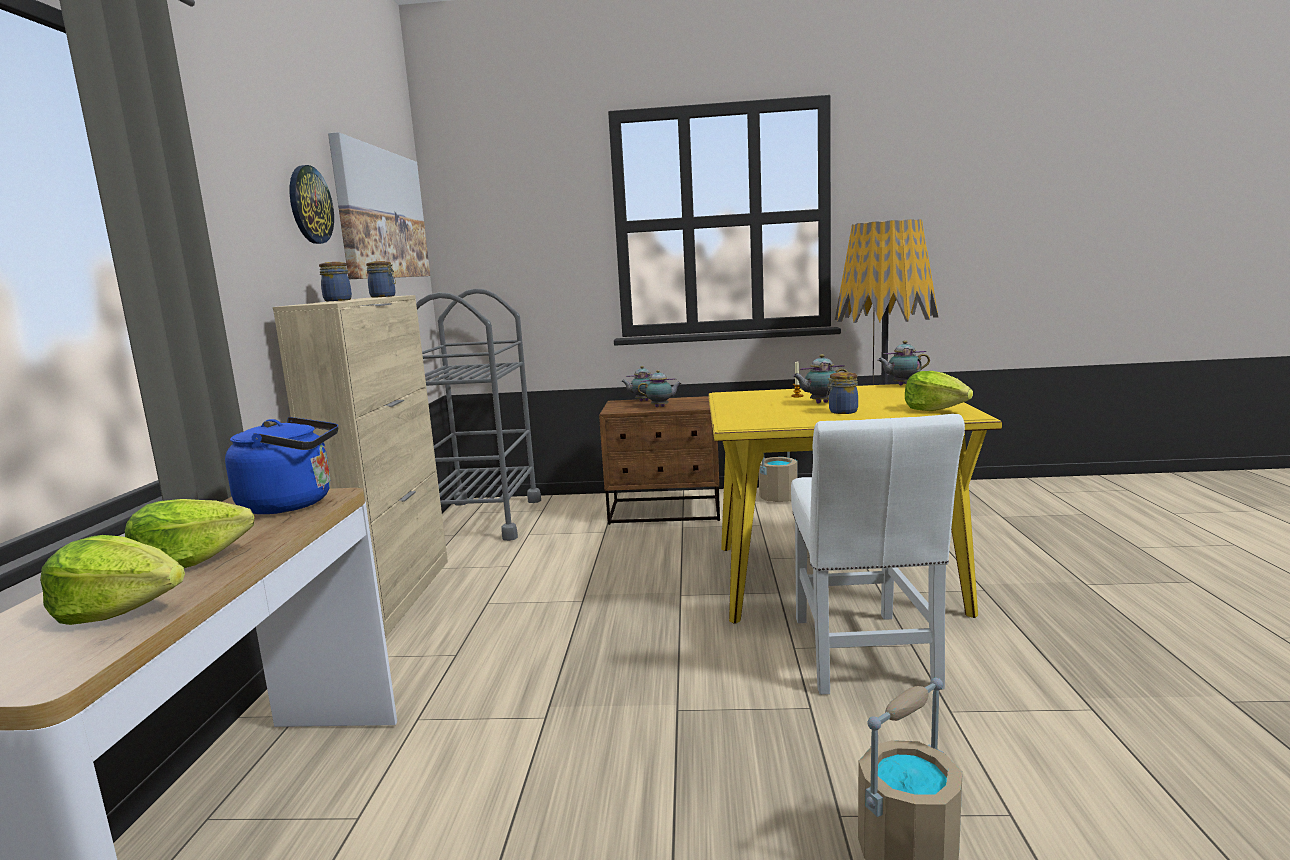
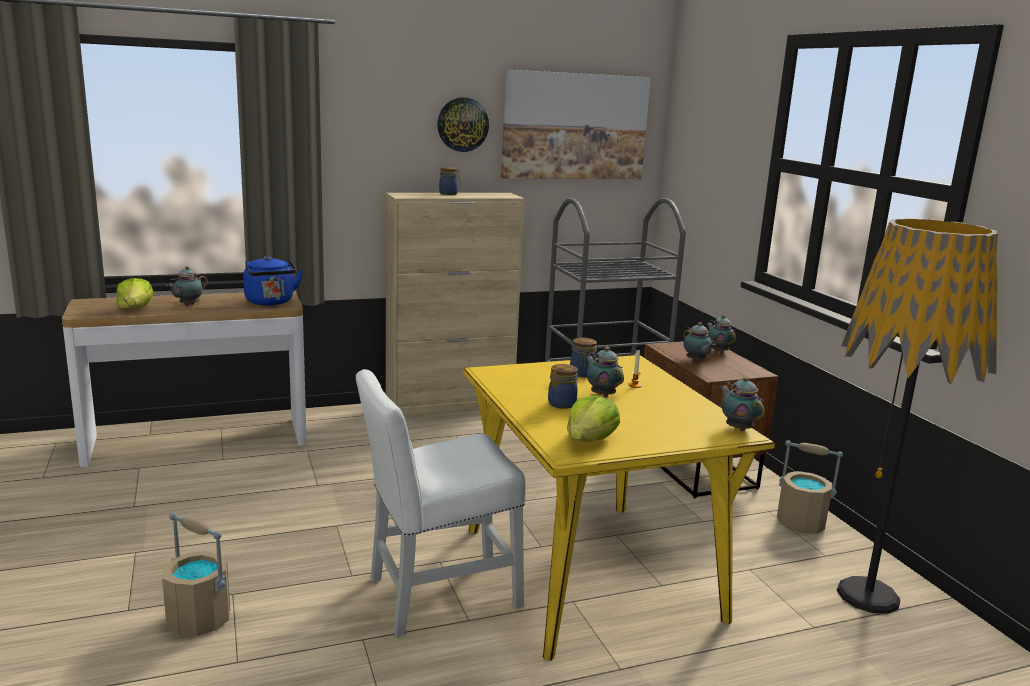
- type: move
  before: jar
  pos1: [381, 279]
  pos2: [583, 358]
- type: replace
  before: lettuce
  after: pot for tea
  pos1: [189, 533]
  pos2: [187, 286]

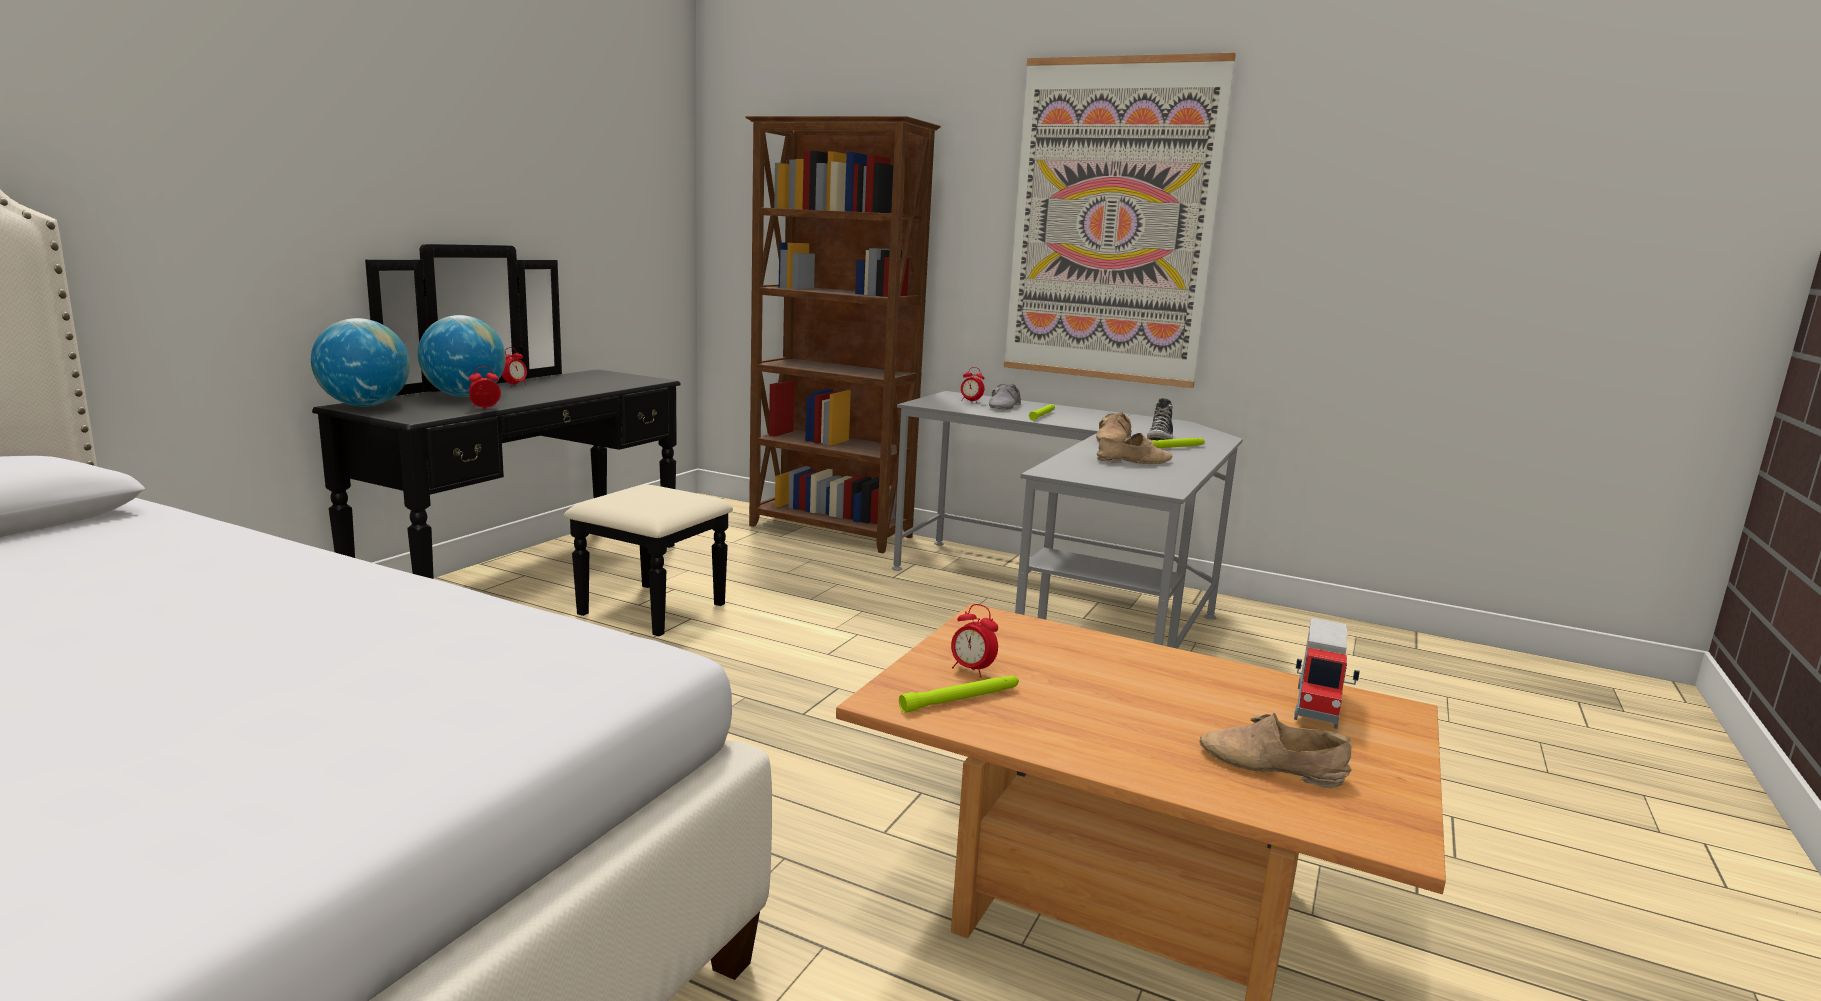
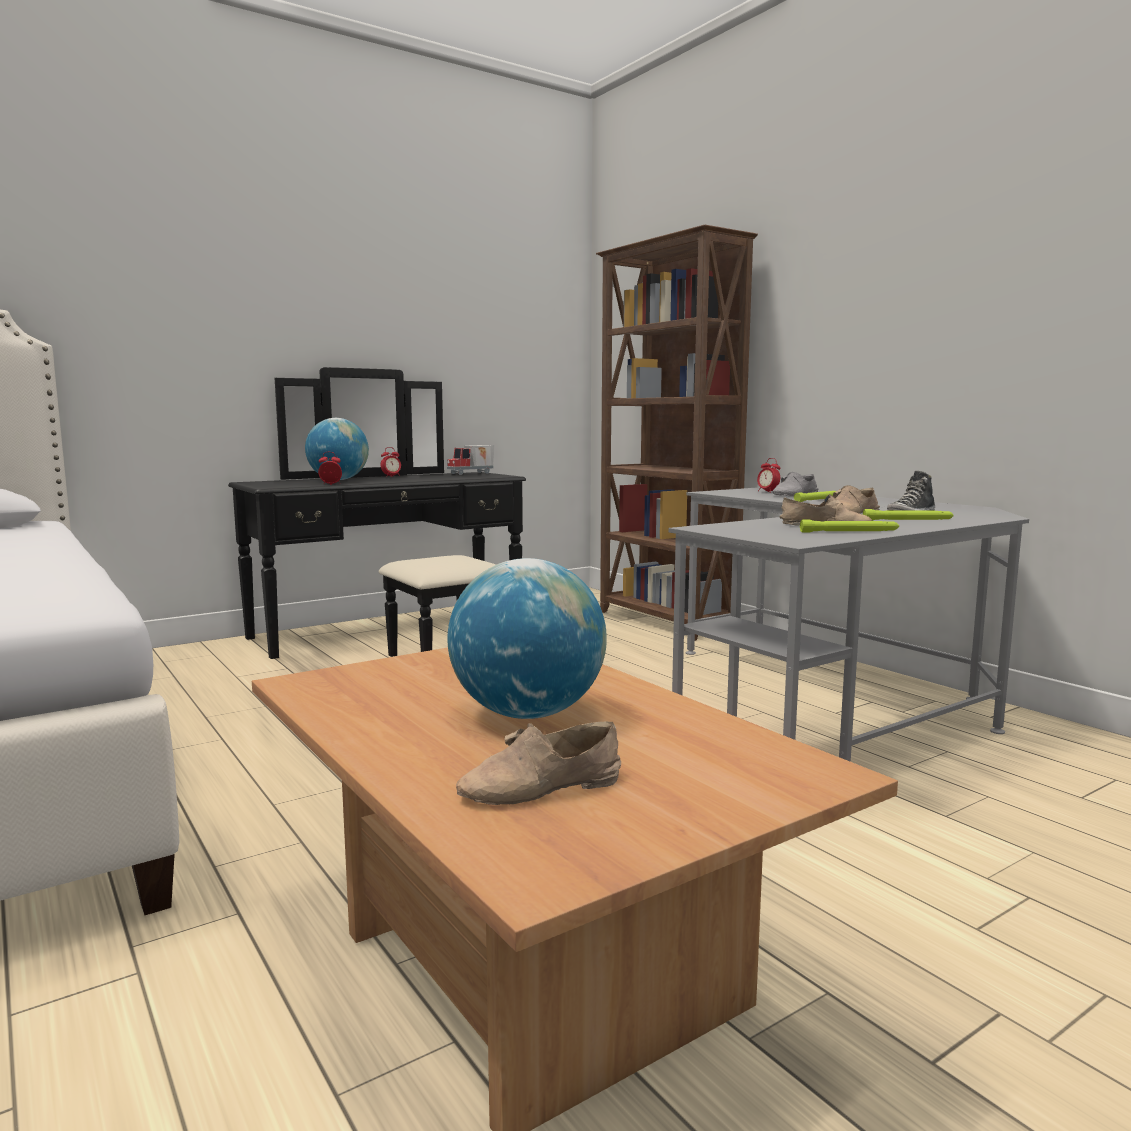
- type: delete
  before: wall art
  pos1: [1120, 220]
- type: move
  before: world globe
  pos1: [360, 362]
  pos2: [527, 638]
- type: delete
  before: alarm clock
  pos1: [974, 640]
- type: move
  before: model truck
  pos1: [1327, 673]
  pos2: [471, 460]
- type: move
  before: greenish flashlight
  pos1: [959, 694]
  pos2: [849, 526]
- type: rotate
  before: beige-coloured low shoe
  pos1: [1275, 750]
  pos2: [538, 763]
  turn: -75

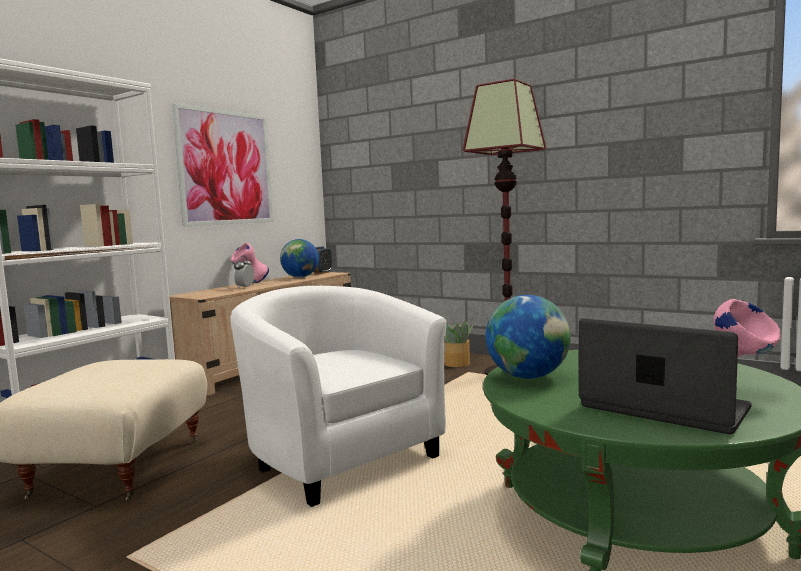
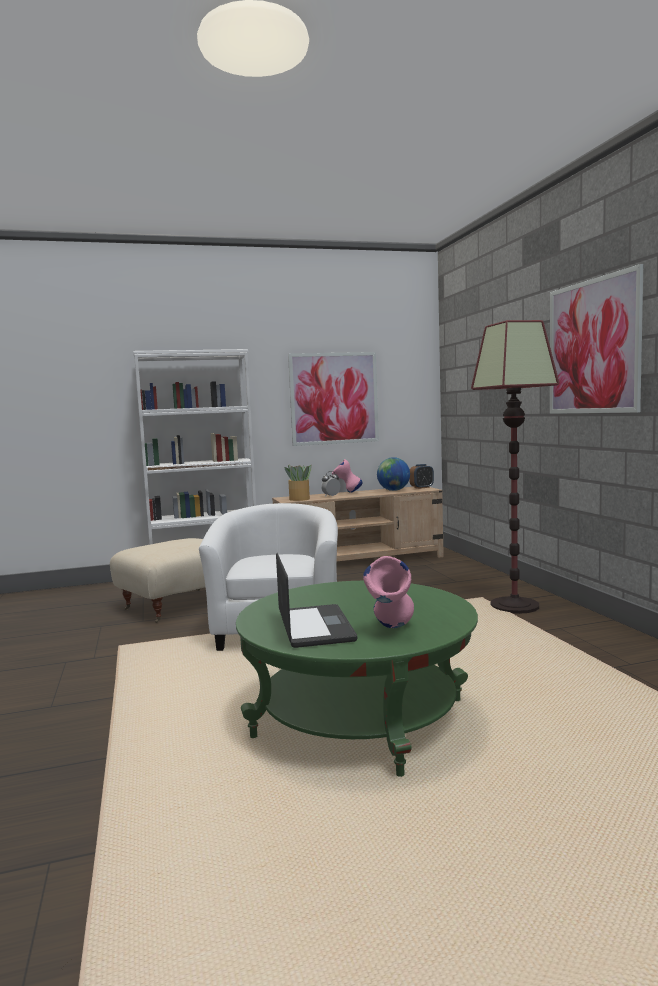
- type: delete
  before: world globe
  pos1: [528, 337]
- type: move
  before: plant in a pot
  pos1: [459, 344]
  pos2: [298, 482]
- type: insert
  after: wall art
  pos2: [596, 339]

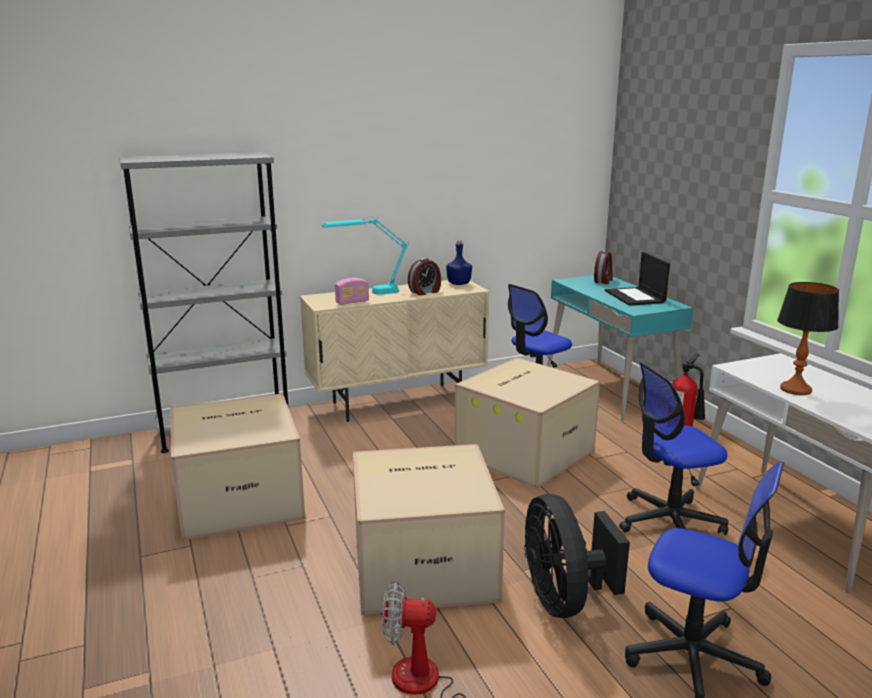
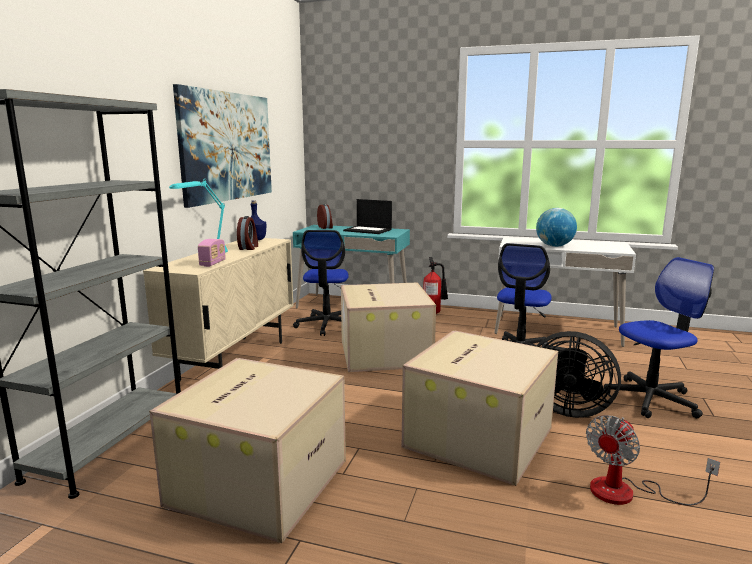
- type: replace
  before: table lamp
  after: world globe
  pos1: [808, 338]
  pos2: [556, 227]
- type: insert
  after: wall art
  pos2: [222, 146]

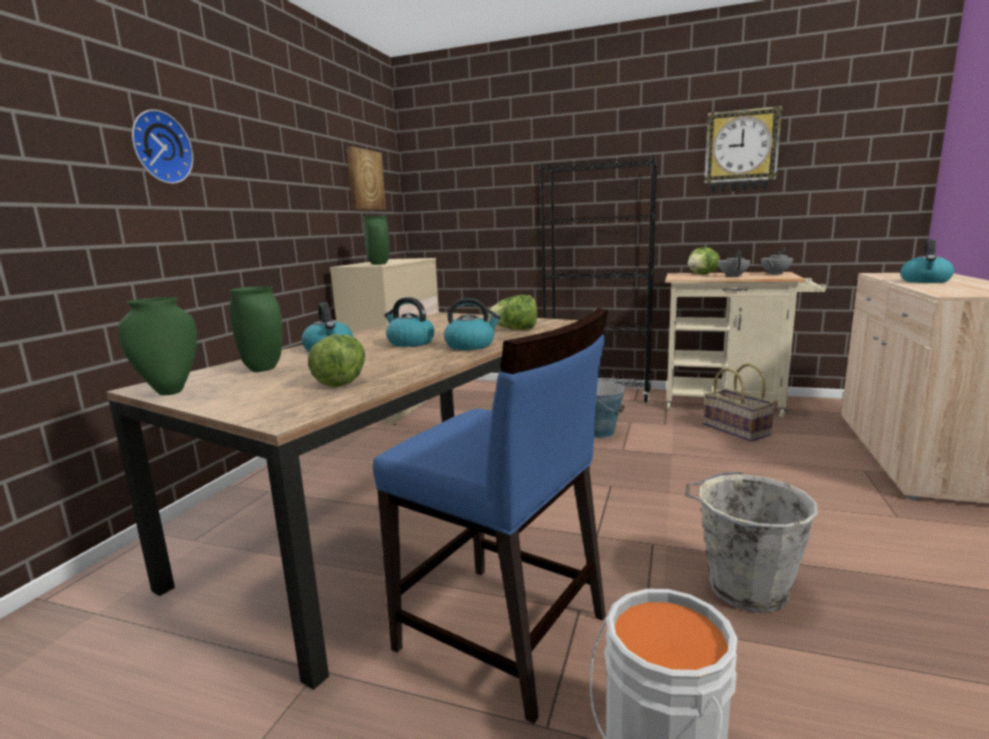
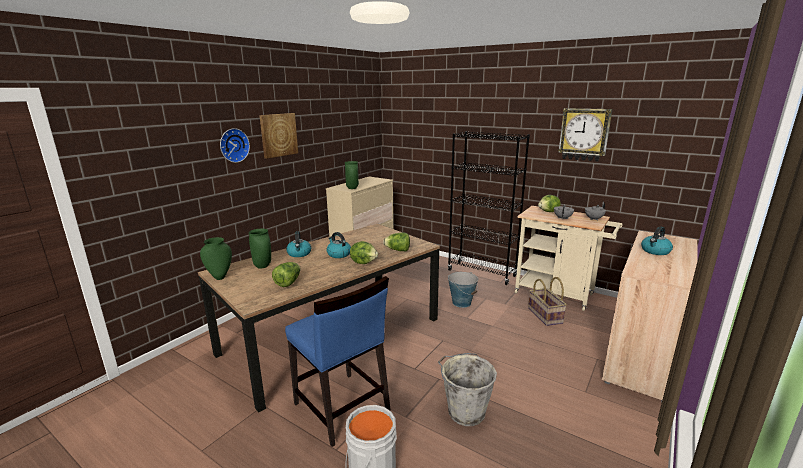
- type: move
  before: wall art
  pos1: [366, 178]
  pos2: [278, 136]
- type: replace
  before: water kettle
  after: lettuce
  pos1: [472, 324]
  pos2: [364, 252]

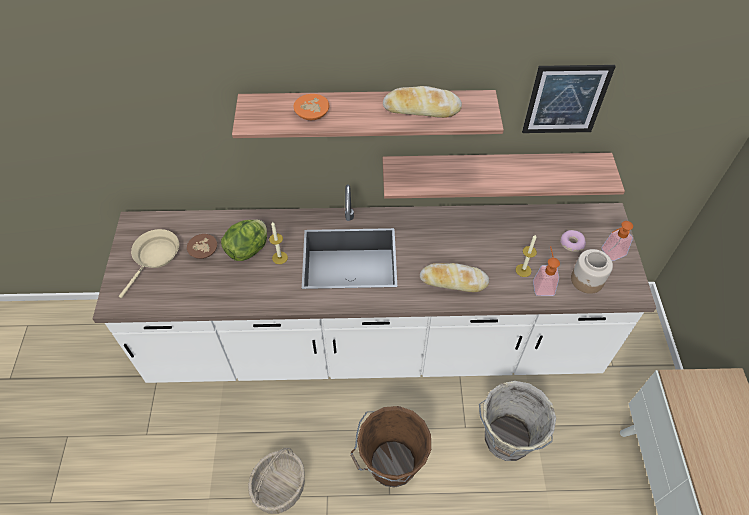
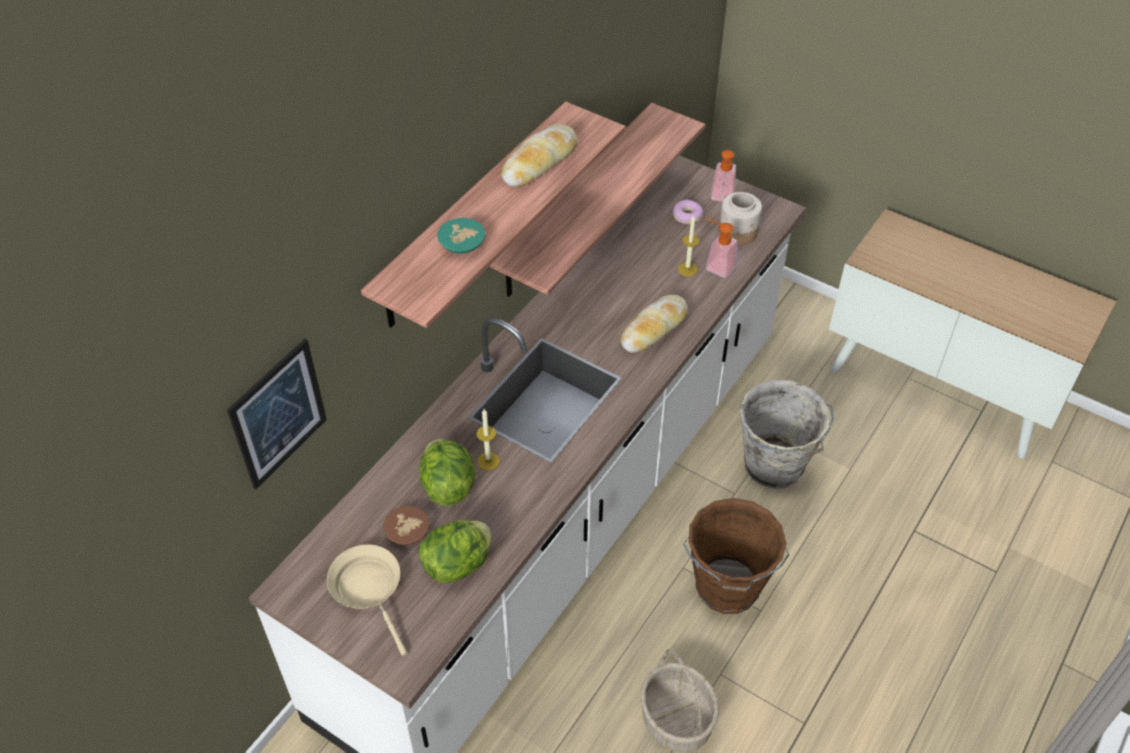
- type: move
  before: wall art
  pos1: [569, 99]
  pos2: [277, 414]
- type: recolor
  before: orange-coloured deep dish
  after: blue-green deep dish
  pos1: [311, 107]
  pos2: [461, 236]
- type: insert
  after: lettuce
  pos2: [454, 551]

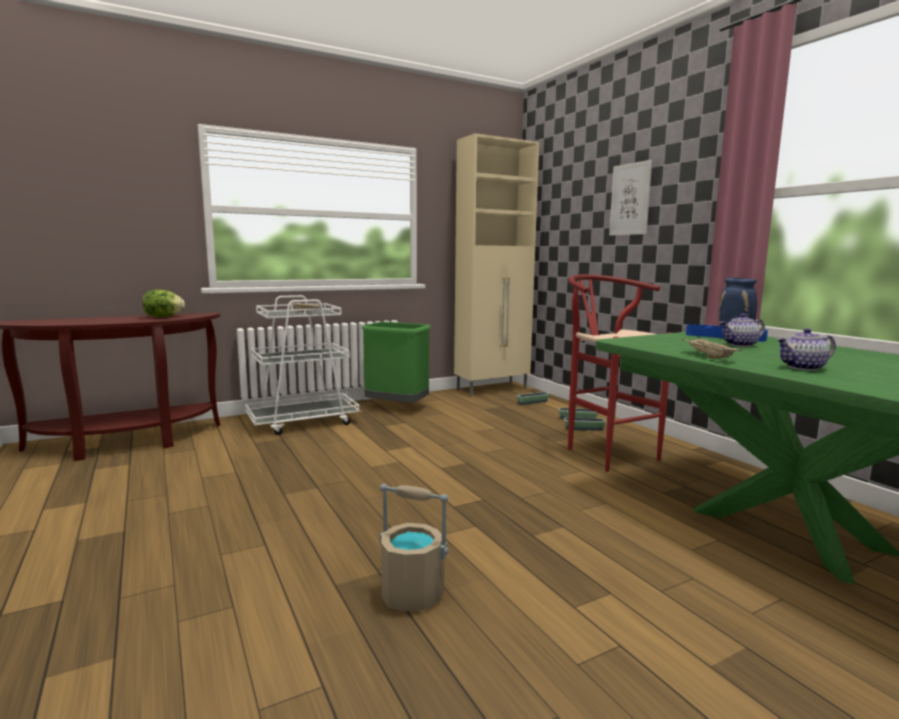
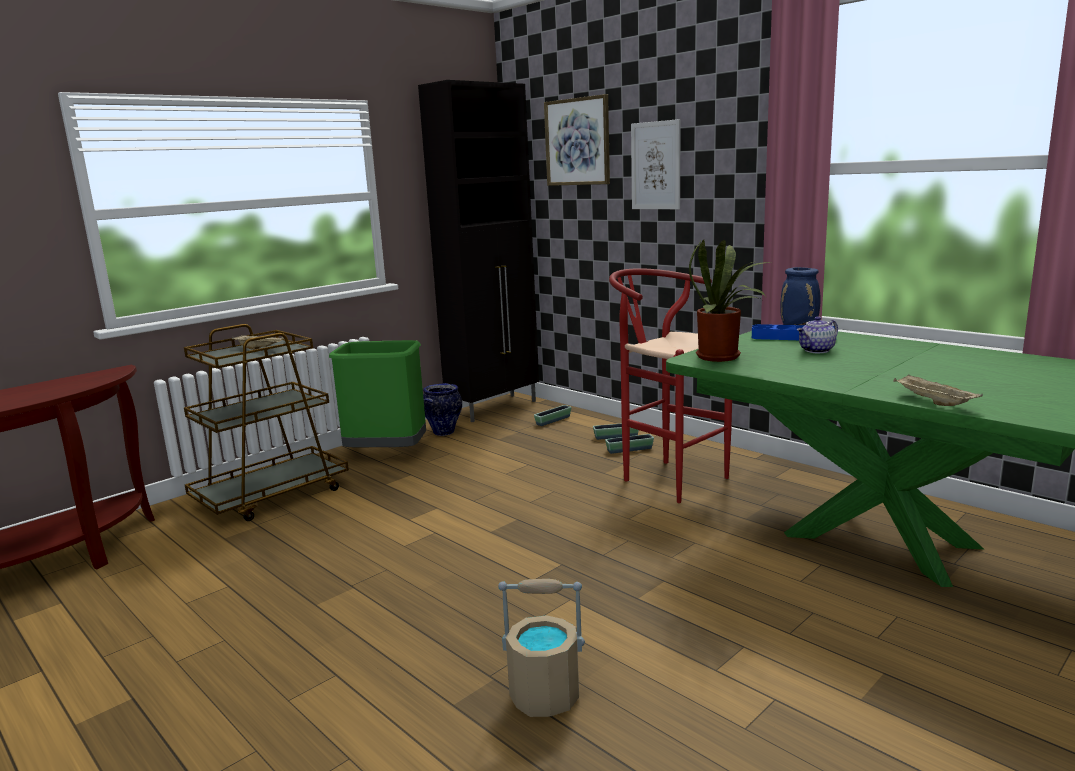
- type: recolor
  before: beige-coloured cabinet
  after: blackish cabinet
  pos1: [496, 264]
  pos2: [478, 251]
- type: delete
  before: lettuce
  pos1: [163, 303]
- type: recolor
  before: white cart
  after: brown cart
  pos1: [302, 365]
  pos2: [266, 422]
- type: delete
  before: pot for tea
  pos1: [806, 349]
- type: move
  before: beige-coloured serving tray
  pos1: [712, 348]
  pos2: [938, 390]
- type: insert
  after: wall art
  pos2: [577, 140]
- type: insert
  after: plant in a pot
  pos2: [729, 300]
- type: insert
  after: vase
  pos2: [442, 409]

